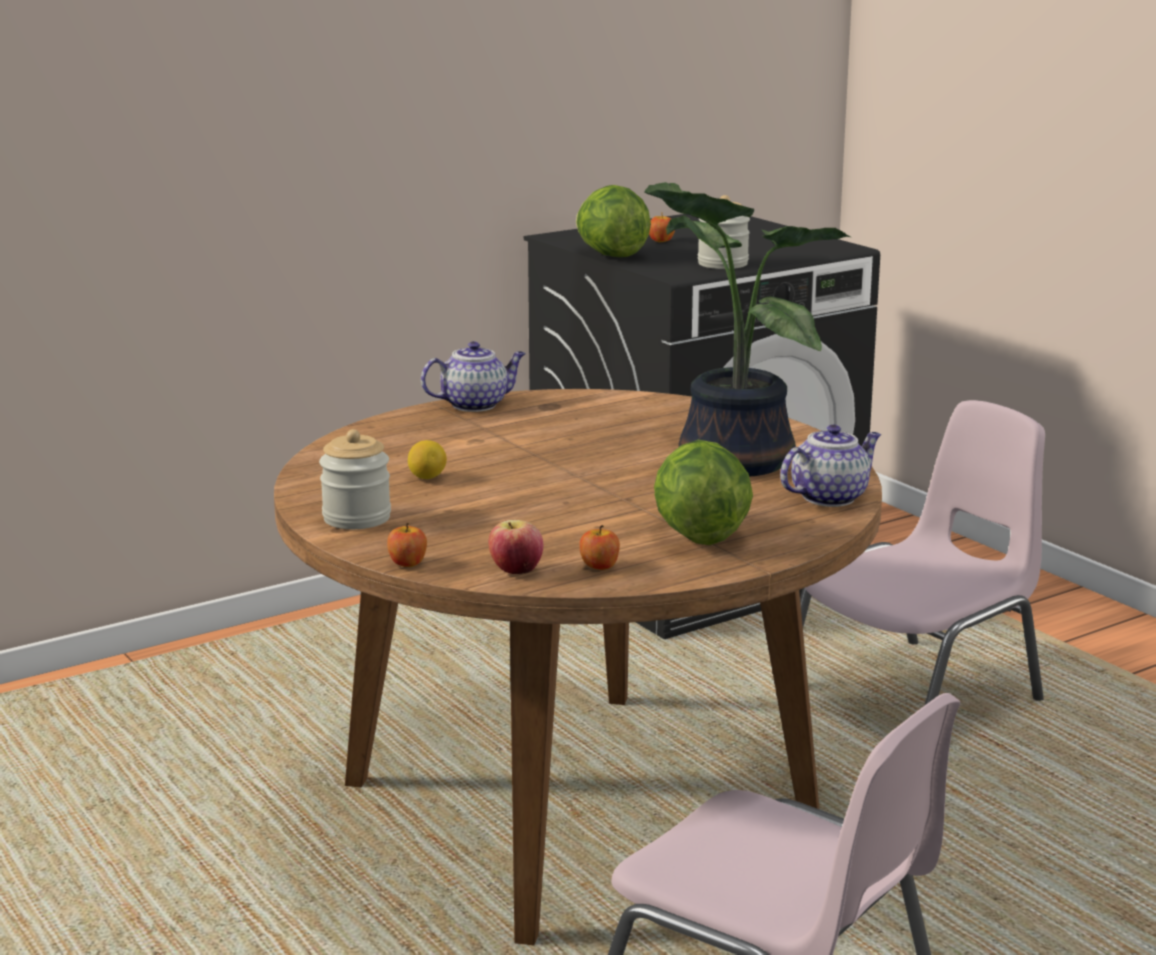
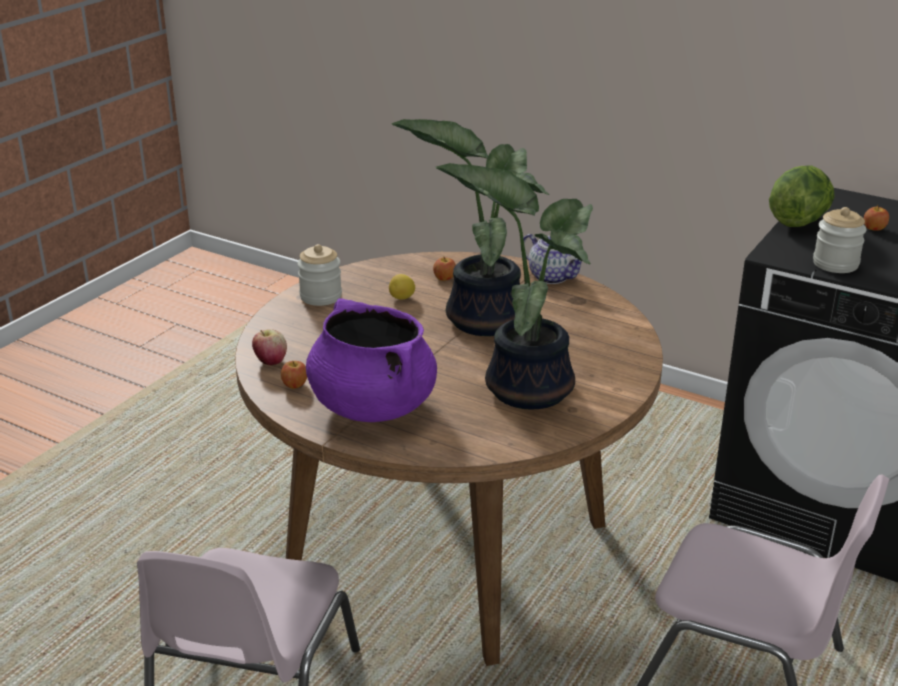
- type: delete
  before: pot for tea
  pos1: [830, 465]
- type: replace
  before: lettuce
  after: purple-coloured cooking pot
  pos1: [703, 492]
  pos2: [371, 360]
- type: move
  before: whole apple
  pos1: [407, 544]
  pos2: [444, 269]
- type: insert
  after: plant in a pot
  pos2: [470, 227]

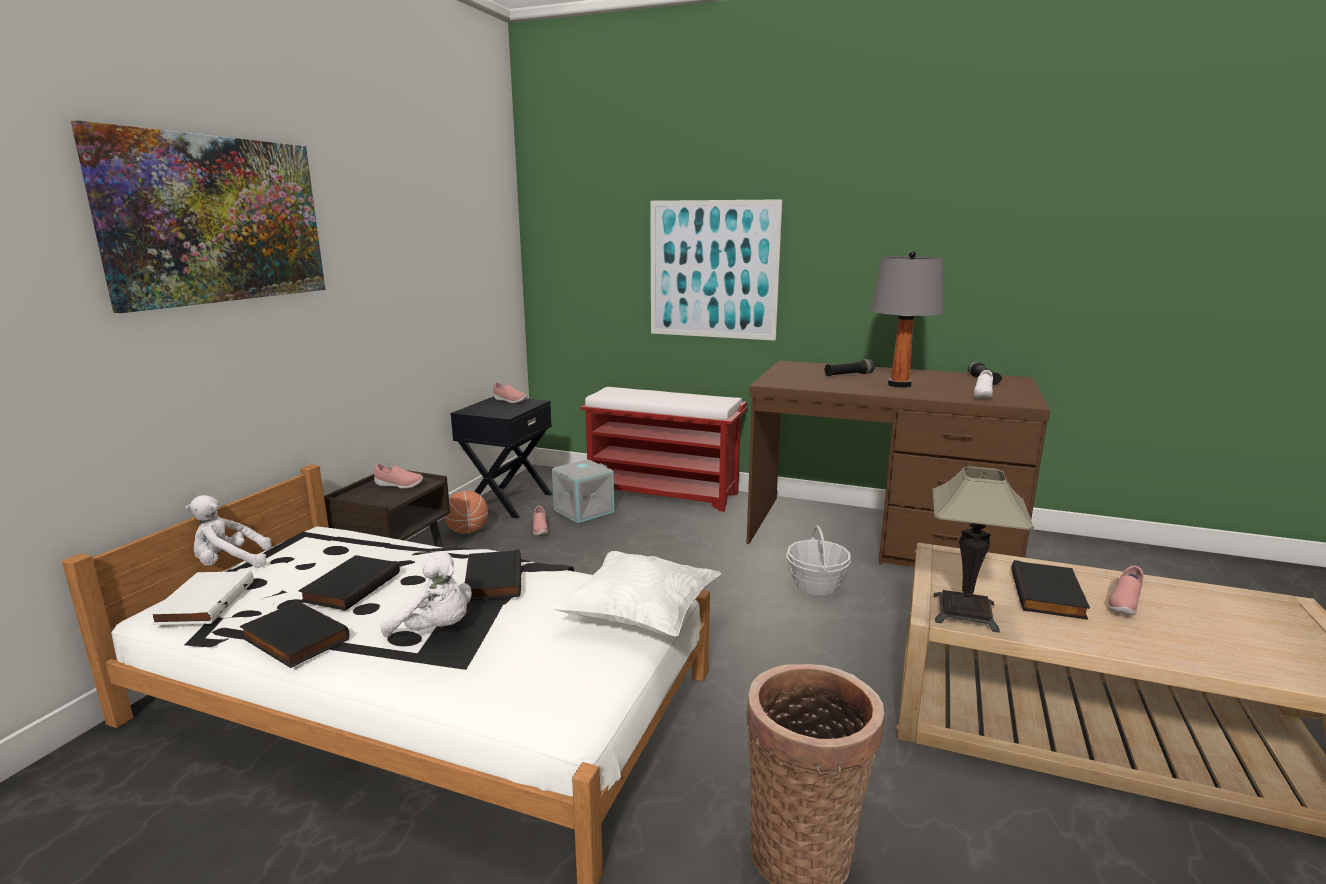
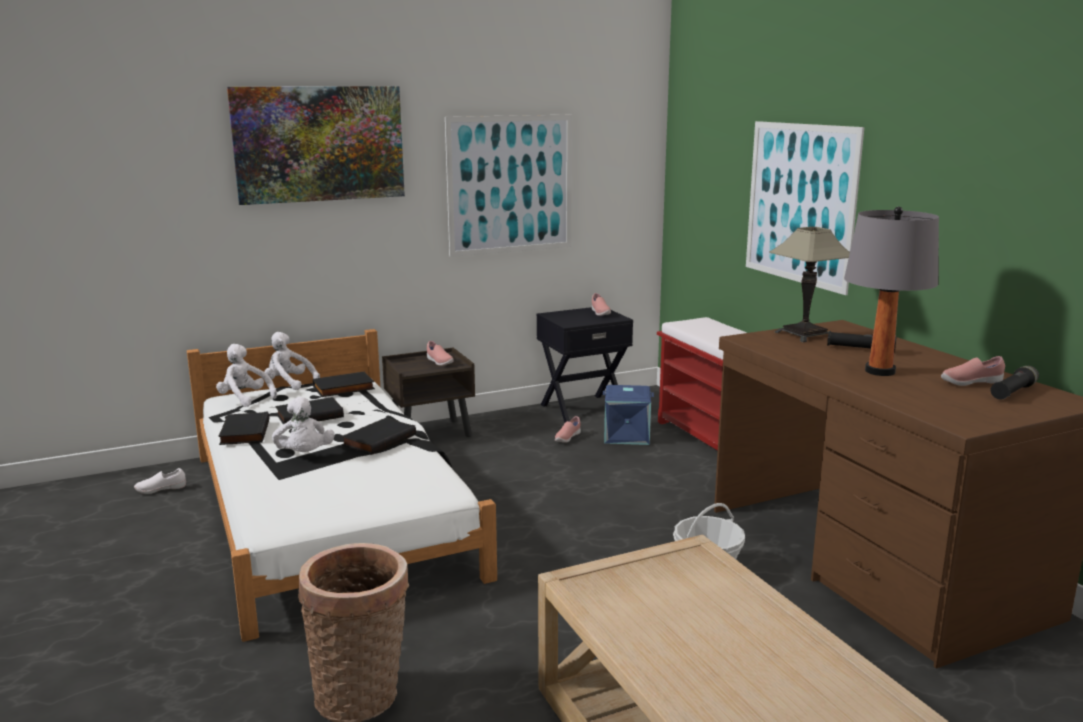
- type: move
  before: white low shoe
  pos1: [983, 384]
  pos2: [160, 481]
- type: recolor
  before: gray storage bin
  after: blue storage bin
  pos1: [583, 491]
  pos2: [628, 415]
- type: move
  before: table lamp
  pos1: [983, 549]
  pos2: [809, 284]
- type: delete
  before: basketball
  pos1: [466, 512]
- type: delete
  before: white cushion
  pos1: [636, 594]
- type: move
  before: blackish book
  pos1: [1050, 590]
  pos2: [344, 384]
- type: move
  before: pink-coloured low shoe
  pos1: [1126, 590]
  pos2: [973, 371]
- type: replace
  before: white book
  after: white cuddly toy
  pos1: [201, 597]
  pos2: [246, 375]
- type: insert
  after: wall art
  pos2: [508, 186]

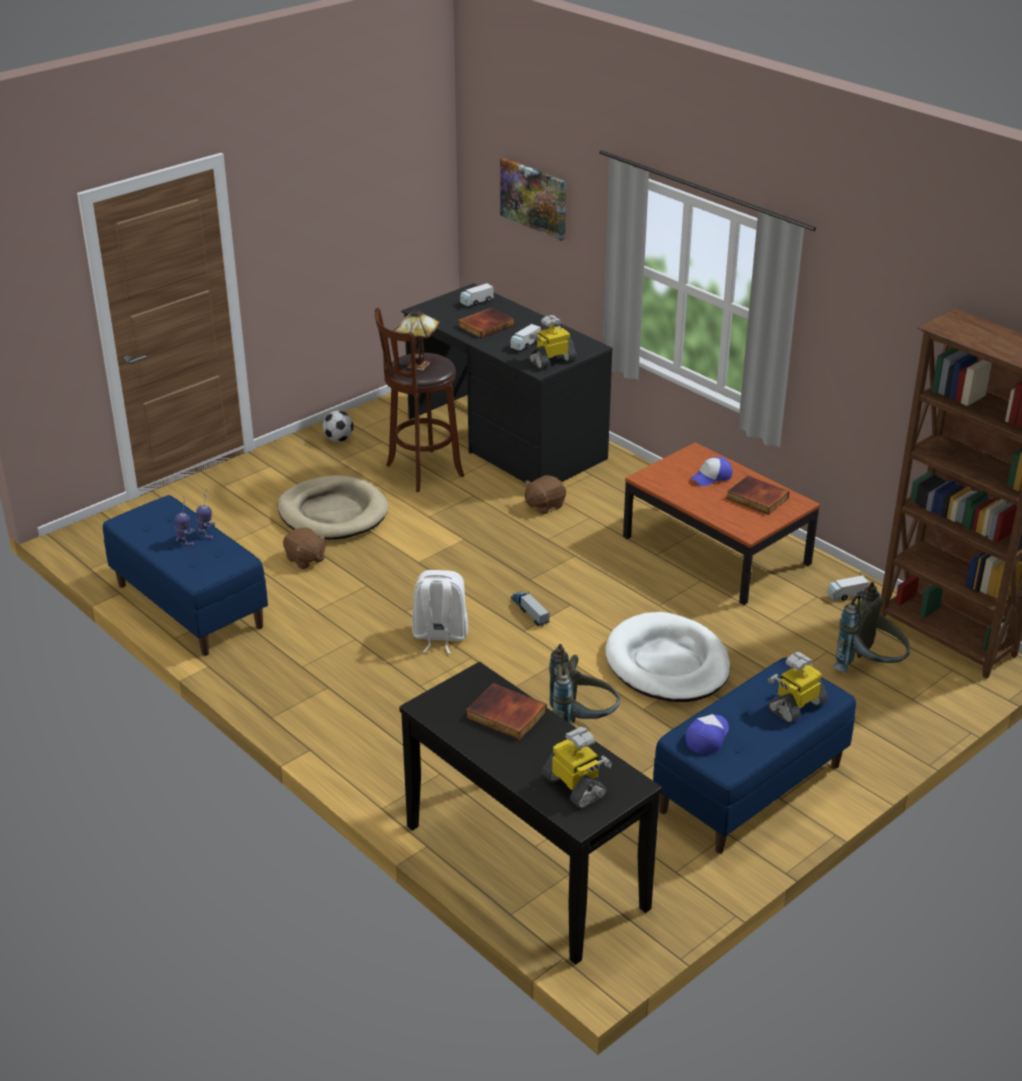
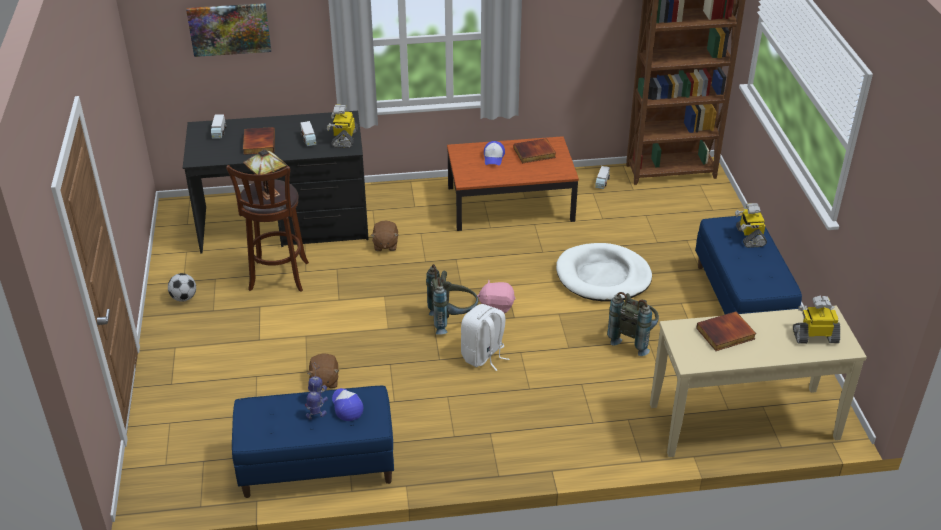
- type: delete
  before: beige-coloured dog cushion
  pos1: [333, 507]
- type: rotate
  before: brown cuddly toy
  pos1: [304, 548]
  pos2: [323, 371]
  turn: 90
- type: move
  before: gray backpack
  pos1: [871, 627]
  pos2: [452, 299]
- type: replace
  before: model truck
  after: pink-coloured cuddly toy
  pos1: [530, 609]
  pos2: [496, 296]
- type: recolor
  before: blackish console table
  after: beige-coloured console table
  pos1: [530, 813]
  pos2: [758, 381]
- type: move
  before: cap
  pos1: [707, 734]
  pos2: [347, 404]

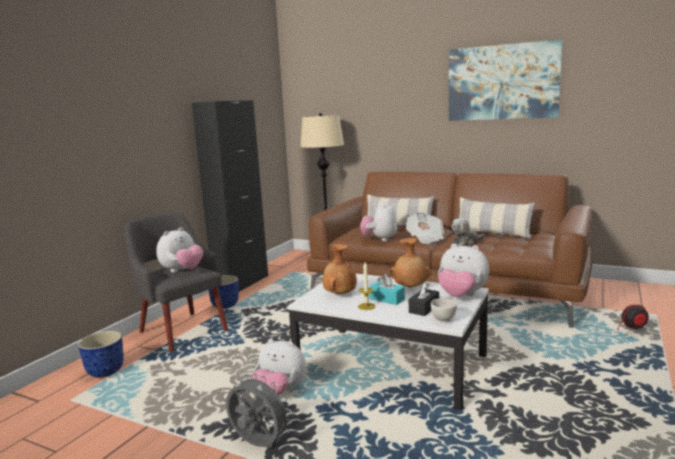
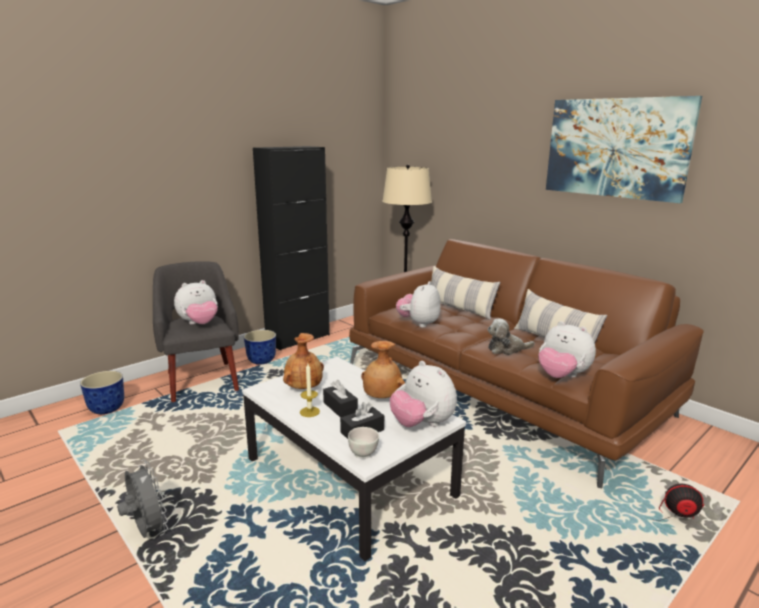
- type: delete
  before: printed paper
  pos1: [425, 228]
- type: recolor
  before: blue-green box of tissues
  after: blackish box of tissues
  pos1: [387, 289]
  pos2: [340, 399]
- type: move
  before: cuddly toy
  pos1: [279, 367]
  pos2: [567, 349]

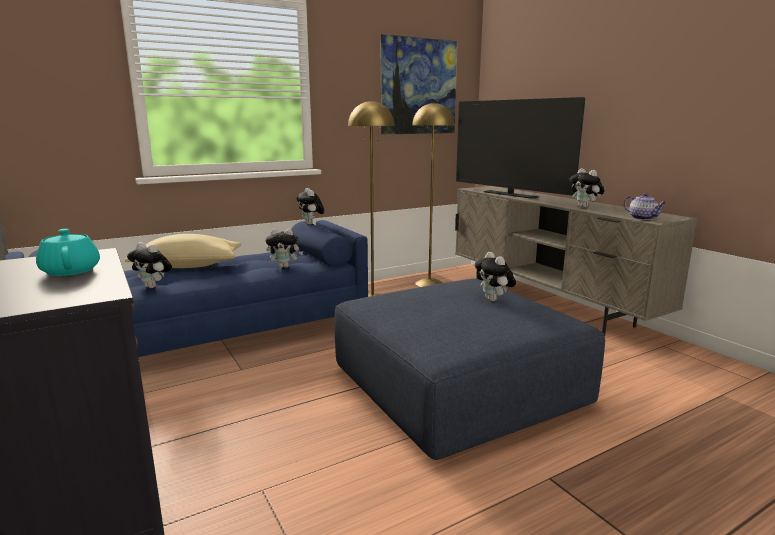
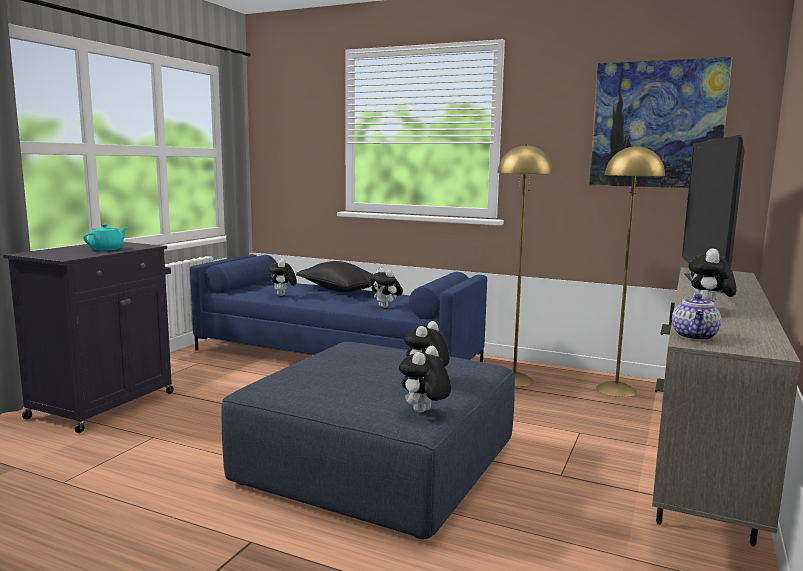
- type: move
  before: cuddly toy
  pos1: [310, 206]
  pos2: [425, 379]
- type: recolor
  before: beige-coloured cushion
  after: blackish cushion
  pos1: [183, 251]
  pos2: [334, 276]

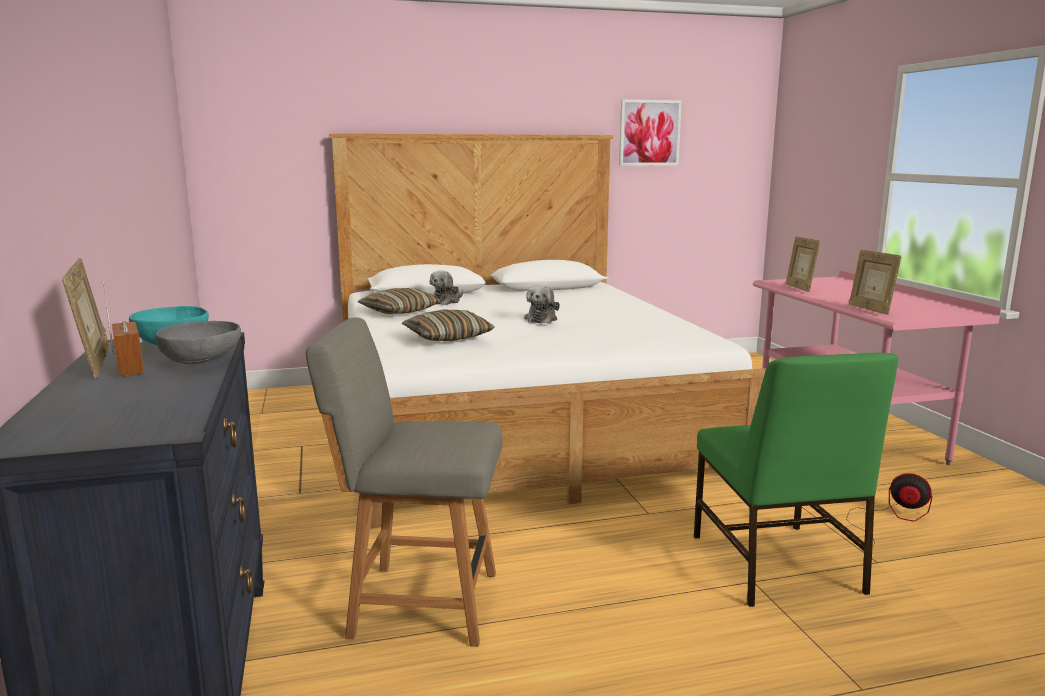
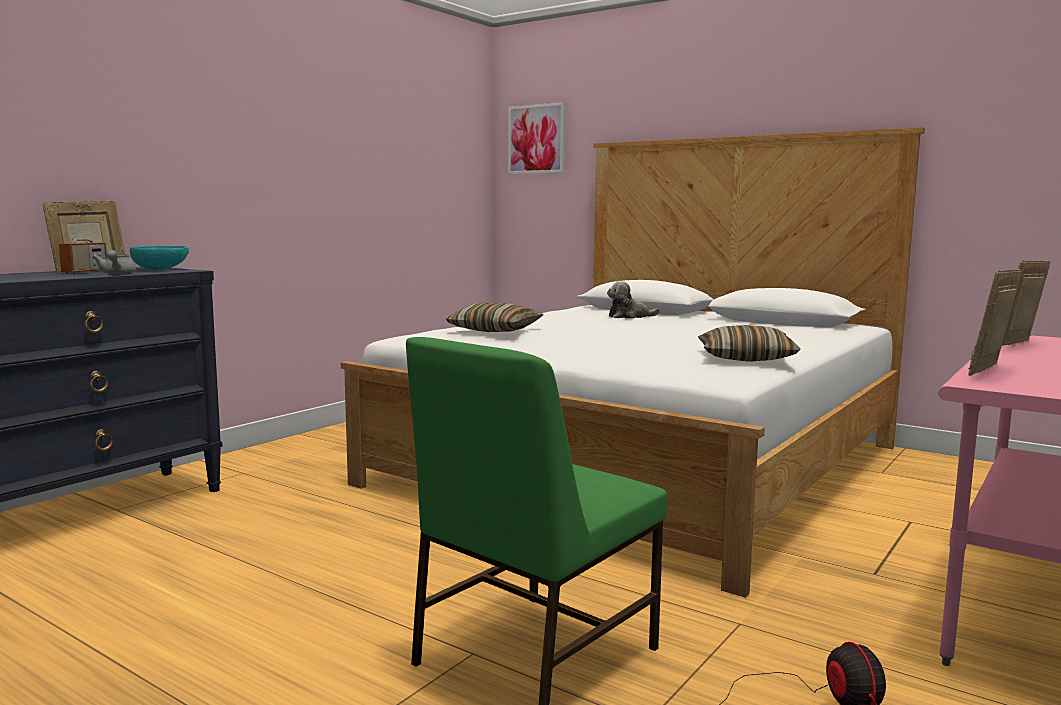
- type: move
  before: wall art
  pos1: [650, 133]
  pos2: [536, 138]
- type: delete
  before: cuddly toy
  pos1: [542, 304]
- type: move
  before: cushion
  pos1: [399, 301]
  pos2: [749, 343]
- type: delete
  before: gray upright chair
  pos1: [404, 482]
- type: replace
  before: gray deep dish
  after: gray pot for tea
  pos1: [198, 342]
  pos2: [114, 262]

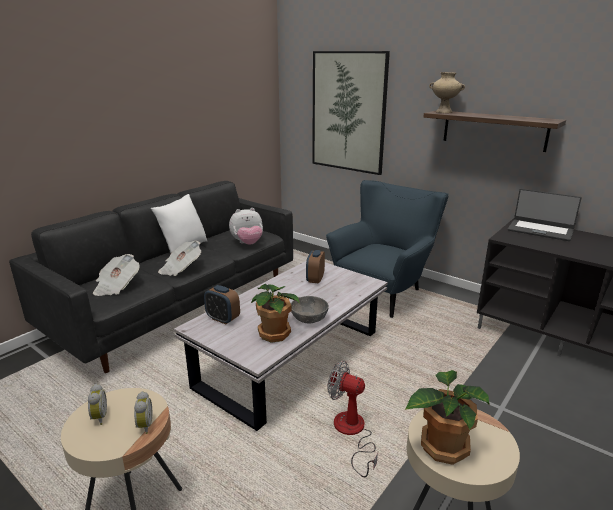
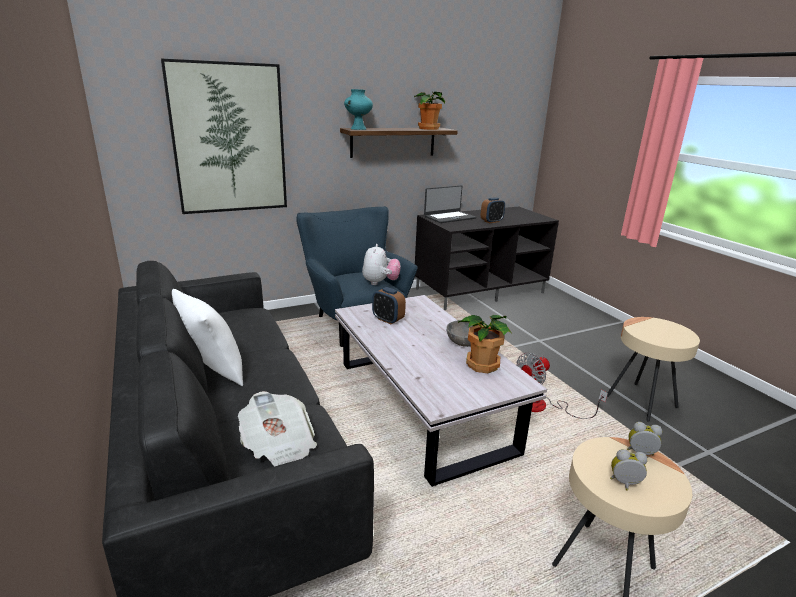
- type: recolor
  before: beige-coloured vase
  after: blue-green vase
  pos1: [447, 92]
  pos2: [358, 109]
- type: move
  before: cuddly toy
  pos1: [246, 226]
  pos2: [381, 264]
- type: delete
  before: printed paper
  pos1: [179, 258]
- type: move
  before: alarm clock
  pos1: [222, 304]
  pos2: [493, 210]
- type: move
  before: plant in a pot
  pos1: [447, 417]
  pos2: [429, 110]

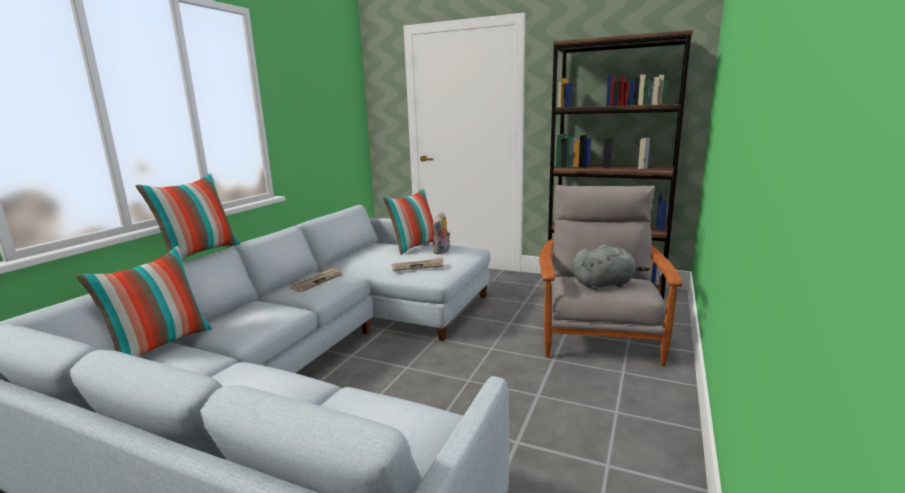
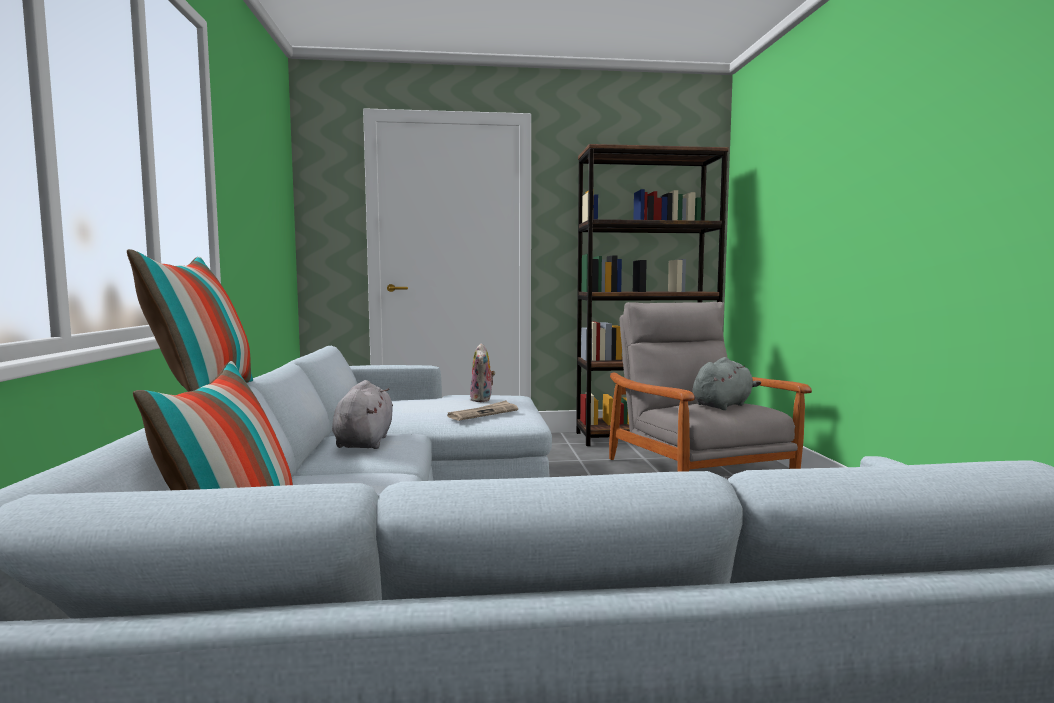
- type: delete
  before: cushion
  pos1: [408, 221]
- type: replace
  before: printed paper
  after: gray cuddly toy
  pos1: [316, 279]
  pos2: [362, 414]

